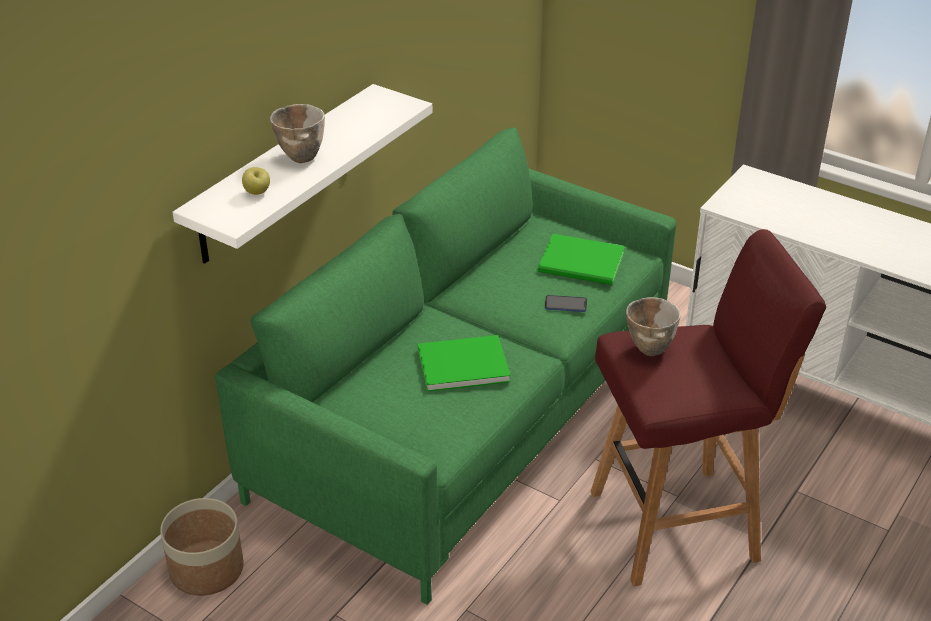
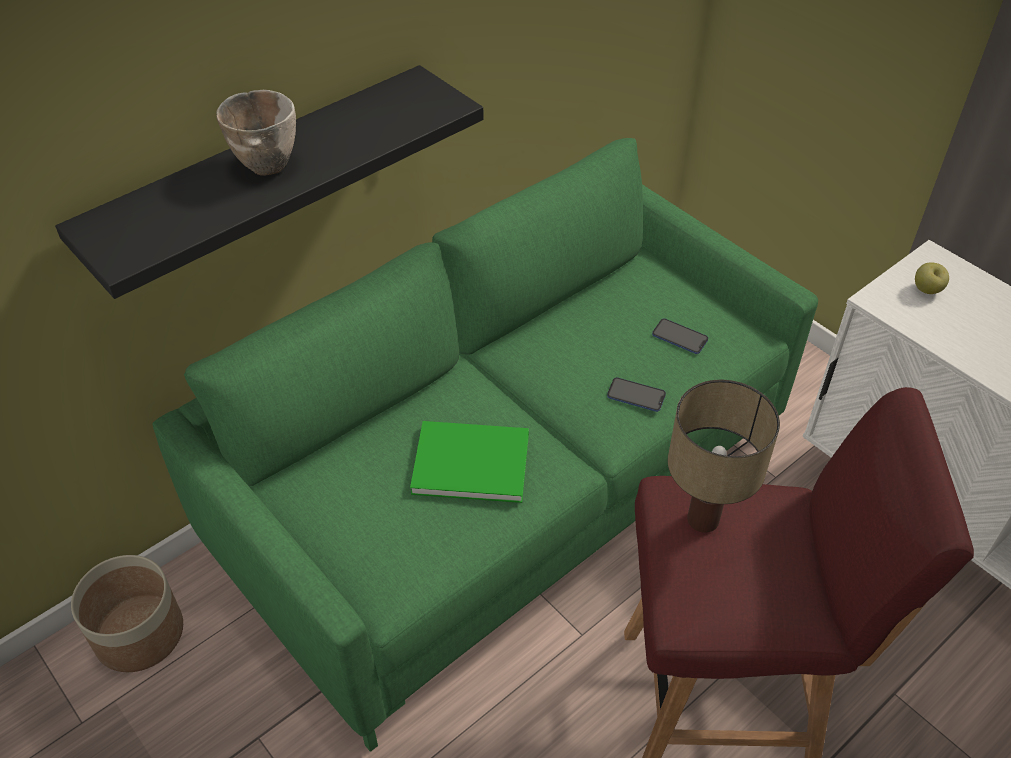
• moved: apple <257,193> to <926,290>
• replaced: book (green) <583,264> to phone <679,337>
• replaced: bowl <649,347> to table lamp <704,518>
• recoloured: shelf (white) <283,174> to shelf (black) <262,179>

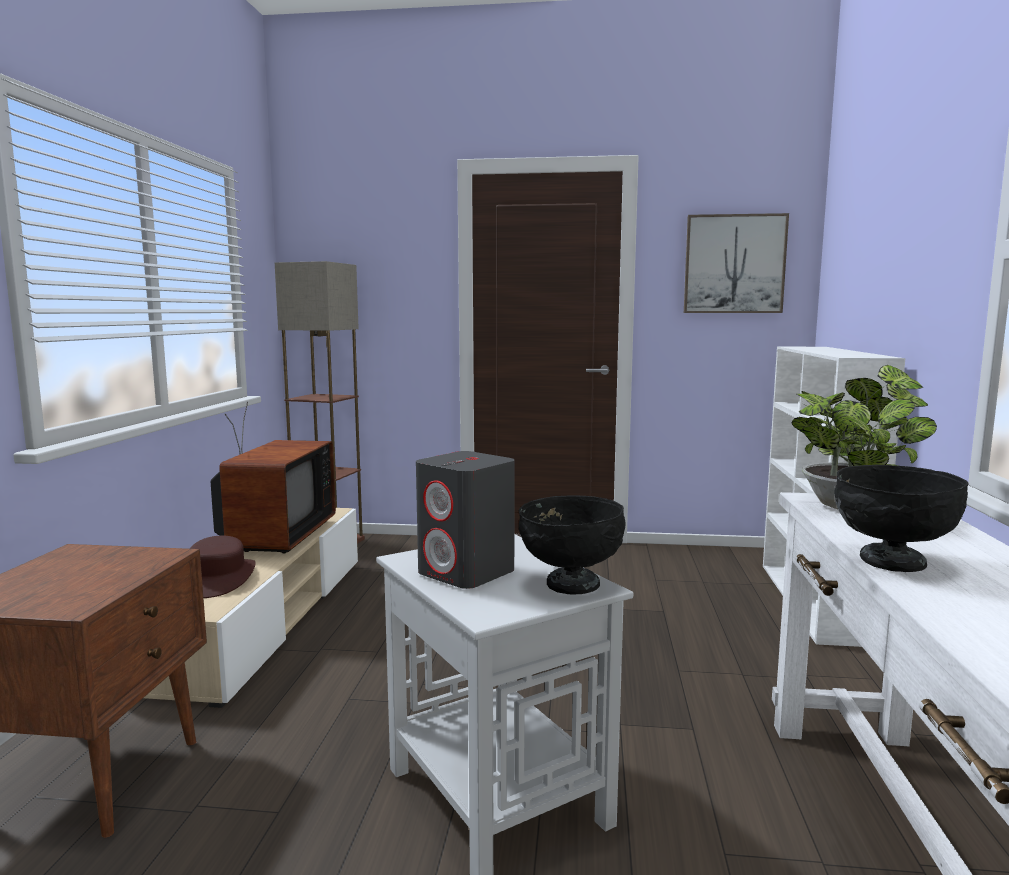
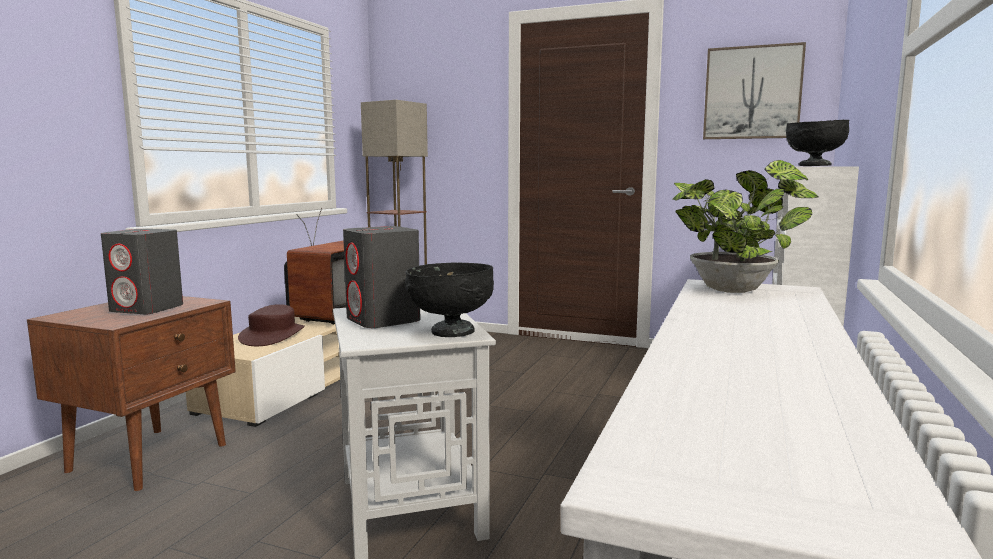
• added: speaker (grey) <147,309>
• moved: bowl (black) <890,562> to <813,166>

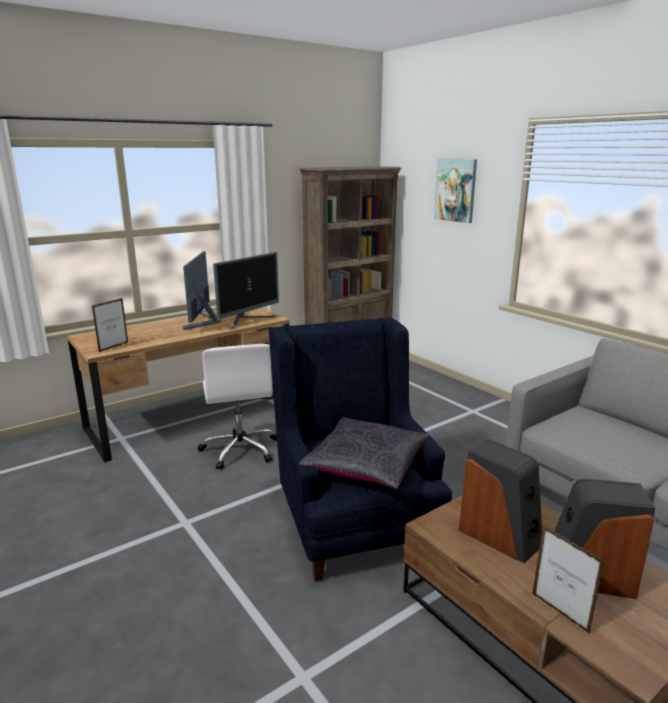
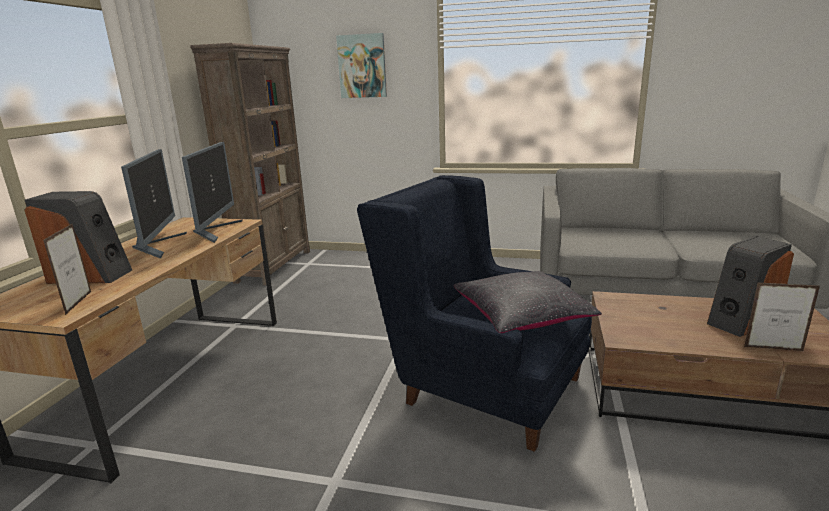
• removed: office chair (white) <240,449>
• moved: speaker <500,536> to <91,276>
• turned: monitor <203,322> = <158,245> 150 degrees counterclockwise

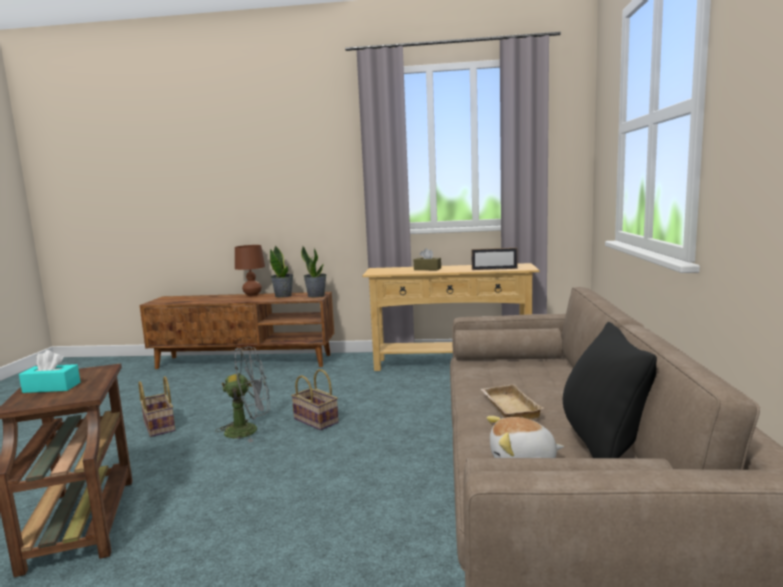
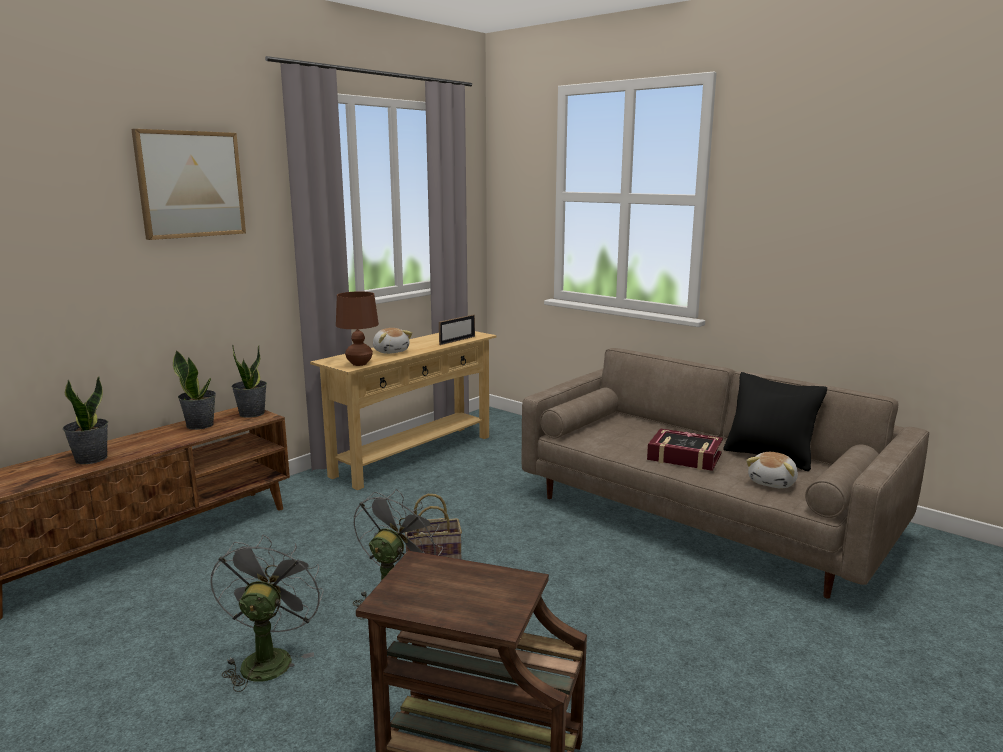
• removed: tissue box (turquoise) <52,387>
• added: potted plant <91,458>
• added: picture <190,184>
• moved: table lamp (brown) <252,295> to <359,364>
• replaced: basket <158,426> to fan (grey) <268,658>
• replaced: tissue box (brown) <427,269> to plush toy <391,351>
• replaced: tray (beige) <508,407> to book <684,457>

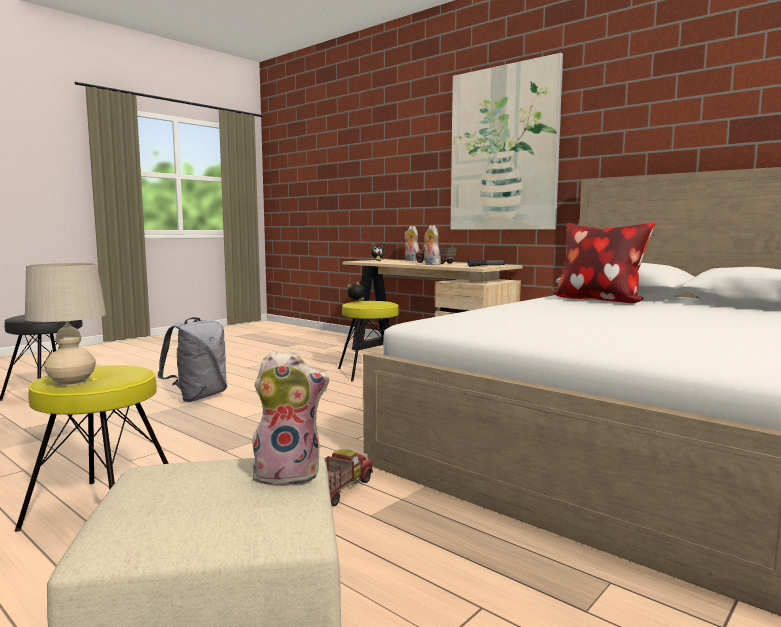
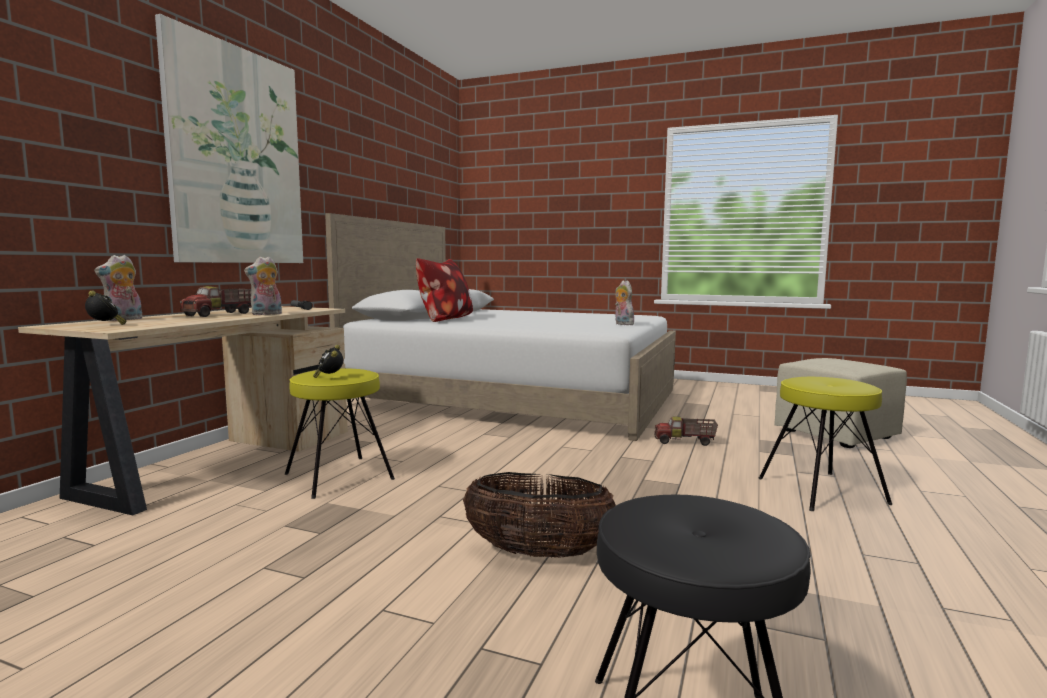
• removed: table lamp (beige) <71,382>
• moved: plush toy <289,474> to <622,324>
• replaced: backpack (grey) <198,397> to basket <538,553>

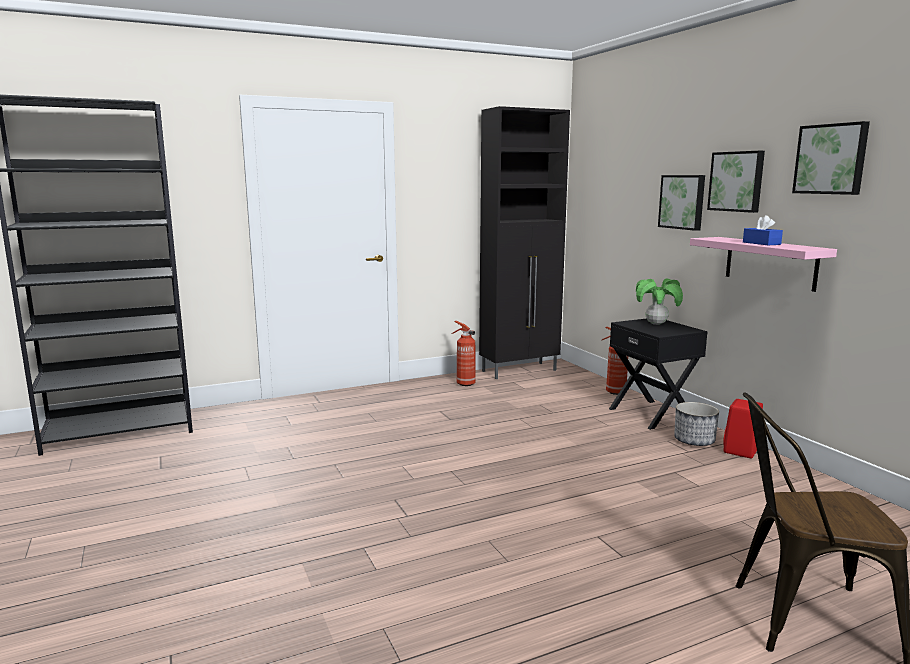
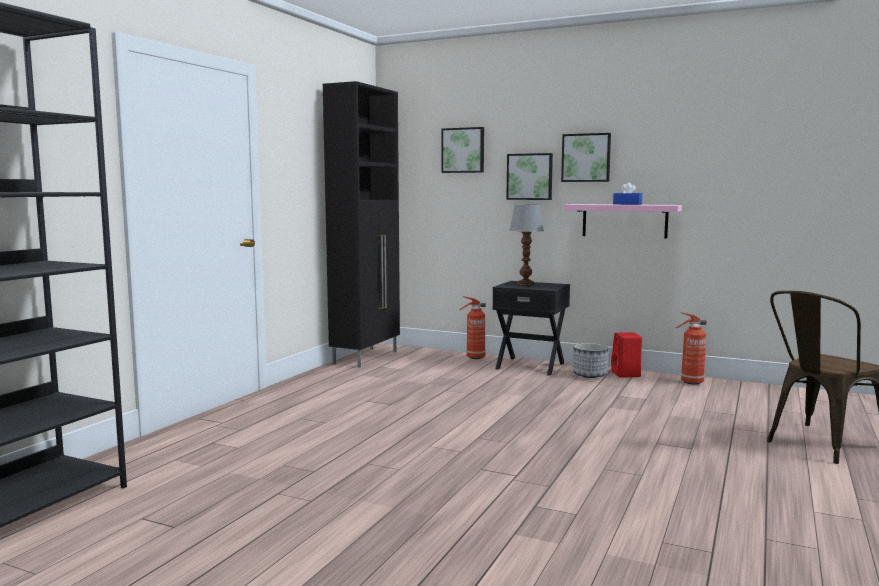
• moved: fire extinguisher <464,384> to <690,382>
• moved: picture <831,159> to <463,150>
• replaced: potted plant <656,323> to table lamp <525,284>

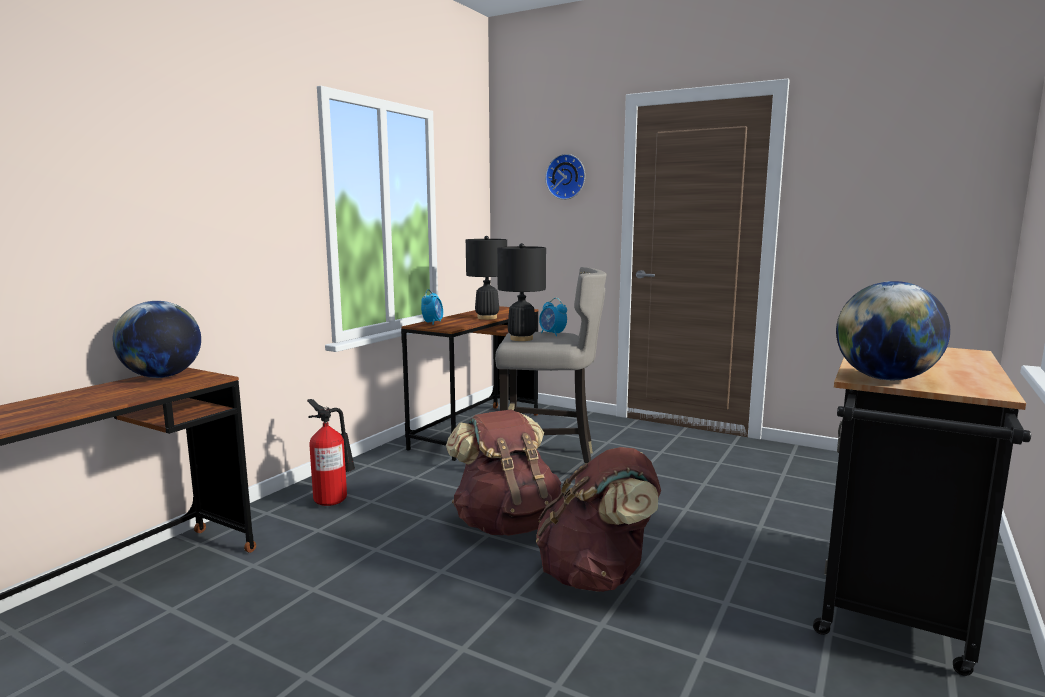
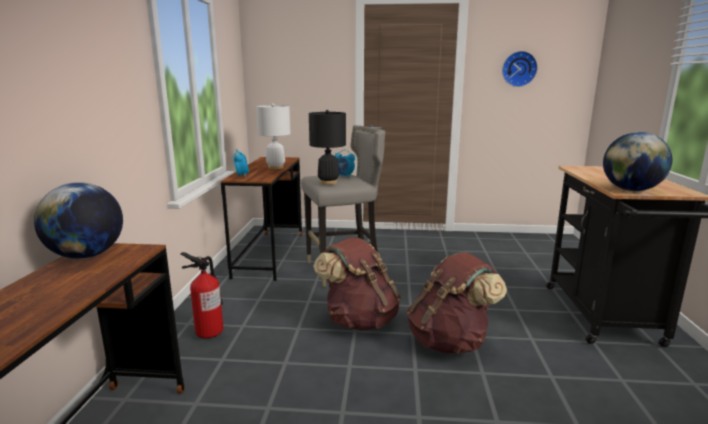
• moved: wall clock <566,177> to <519,69>
• recoloured: table lamp (black) <487,318> to table lamp (white) <275,167>

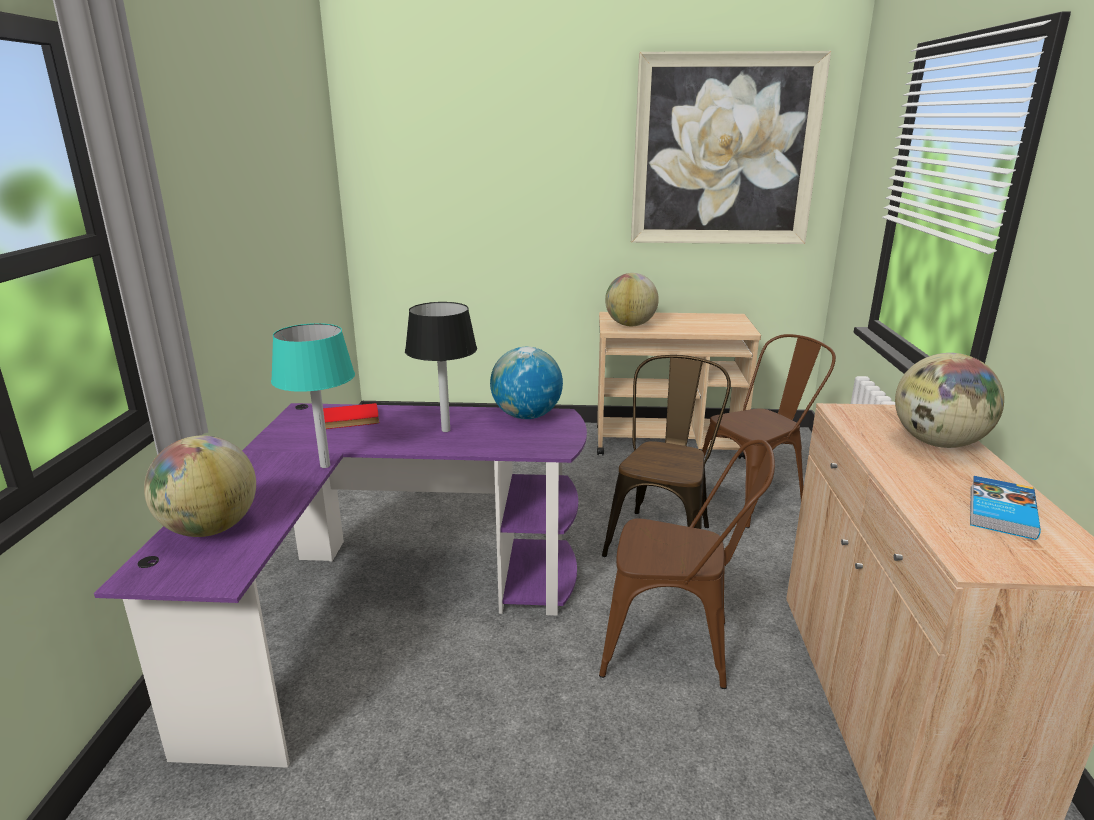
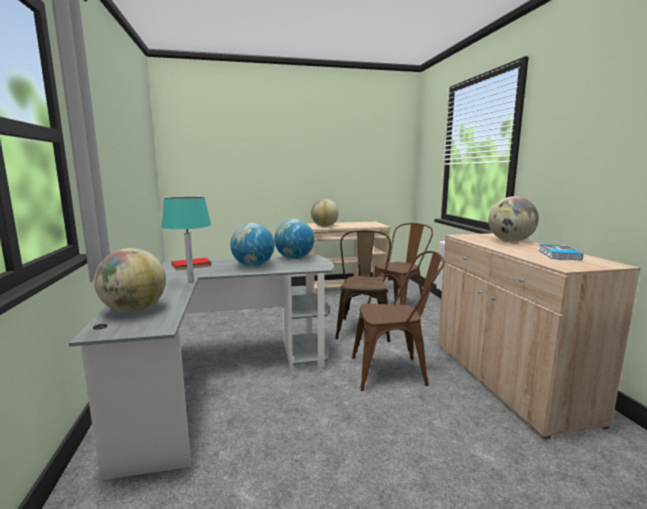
• removed: picture <724,151>
• replaced: table lamp (black) <445,430> to globe <253,265>
• recoloured: desk (purple) <384,608> to desk (grey) <220,378>

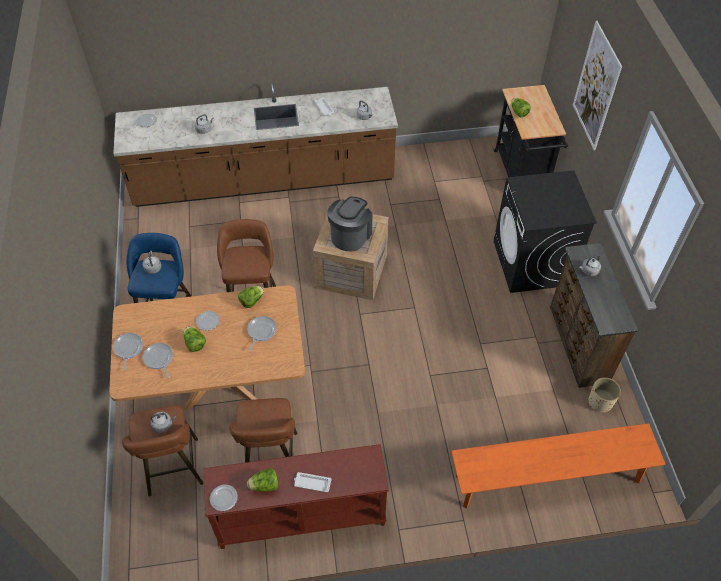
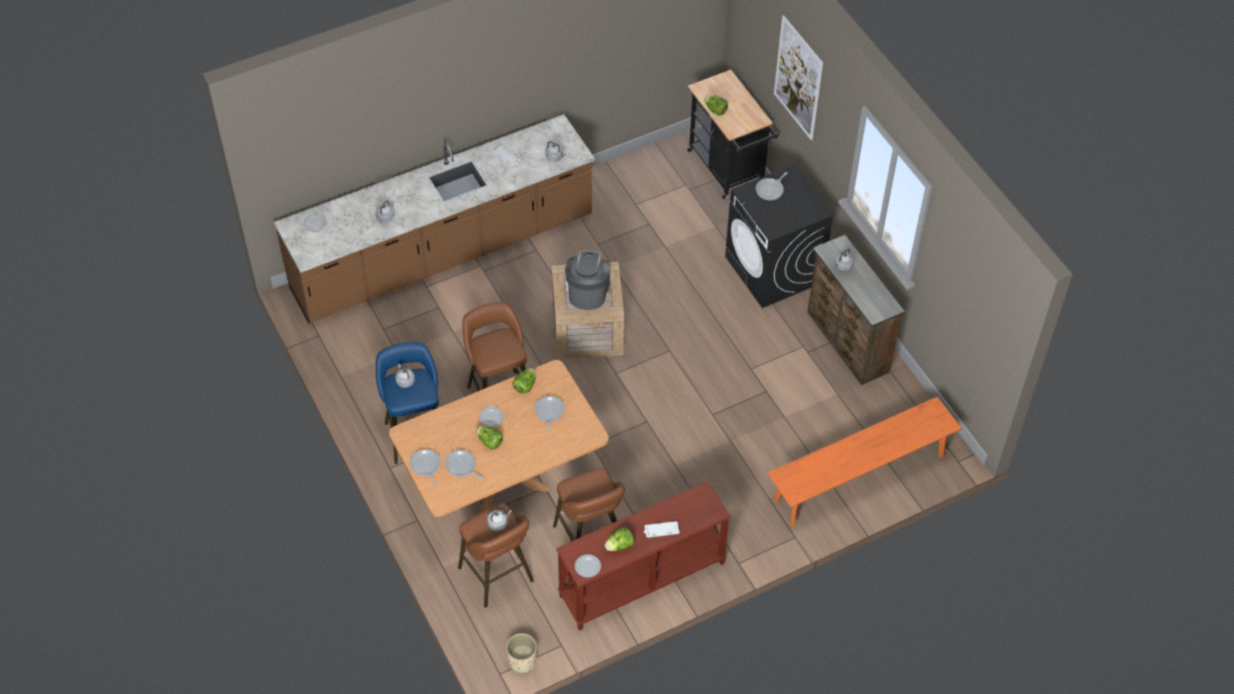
• added: frying pan <770,190>
• moved: planter (beige) <599,402> to <522,661>

